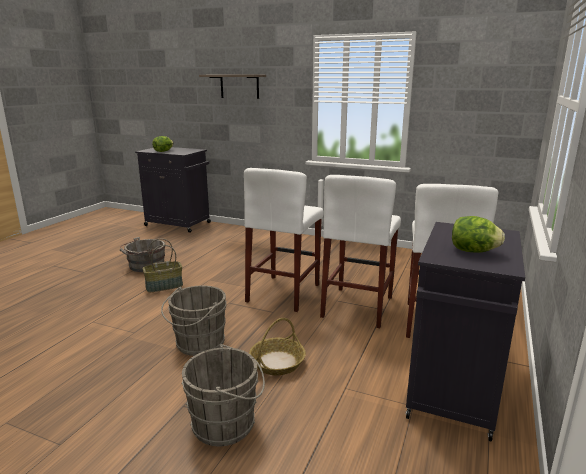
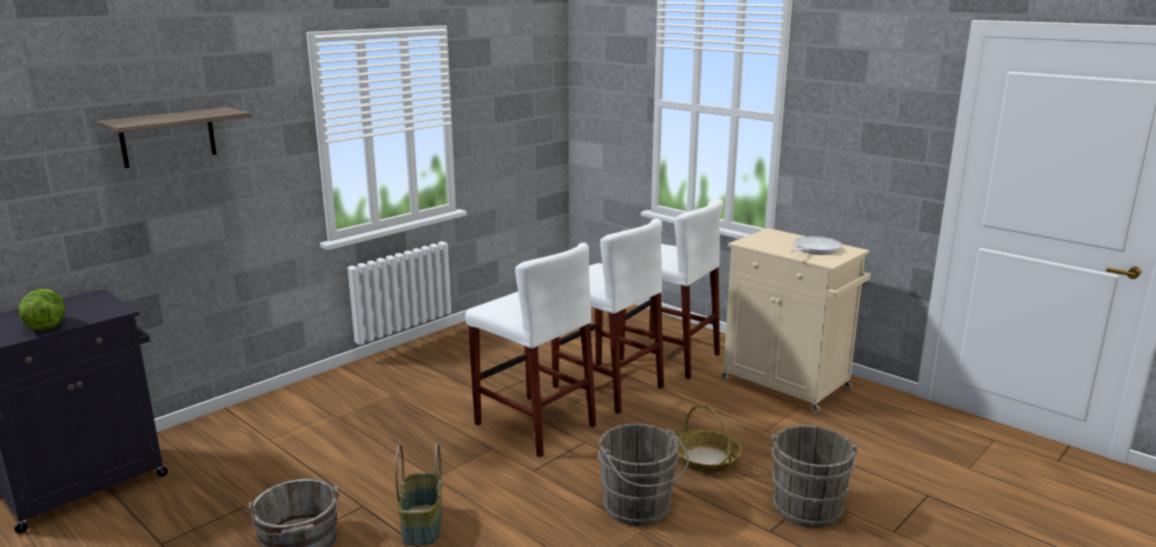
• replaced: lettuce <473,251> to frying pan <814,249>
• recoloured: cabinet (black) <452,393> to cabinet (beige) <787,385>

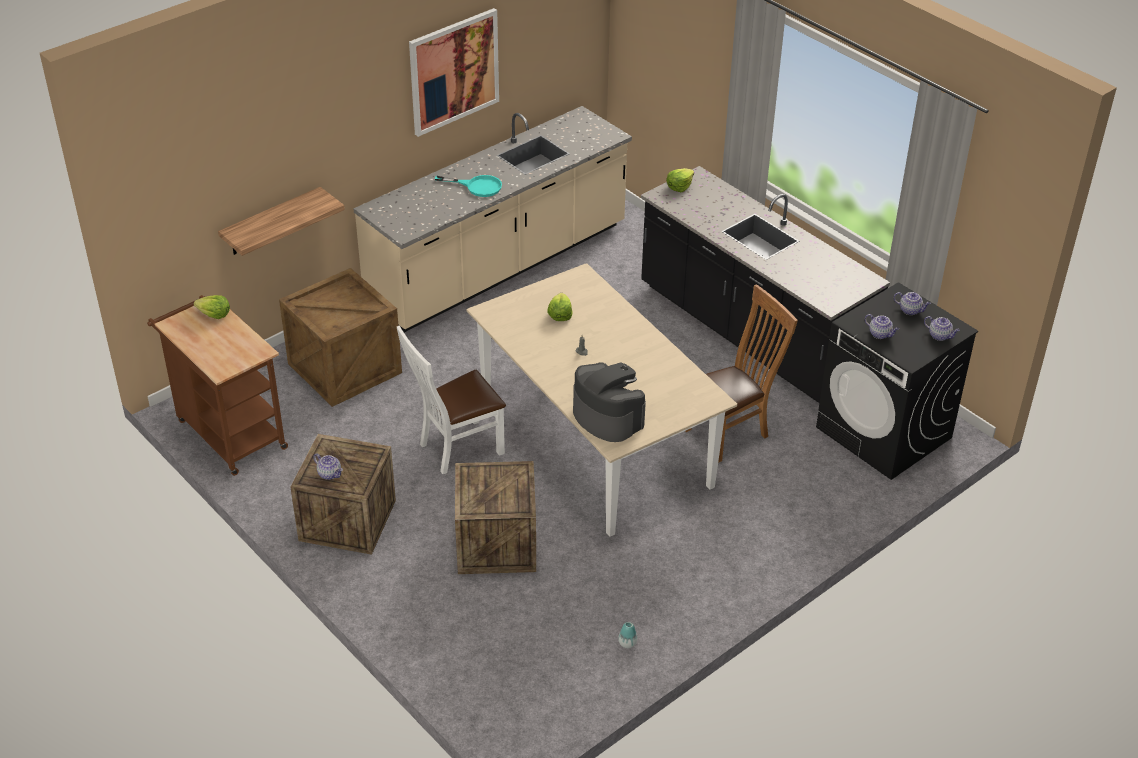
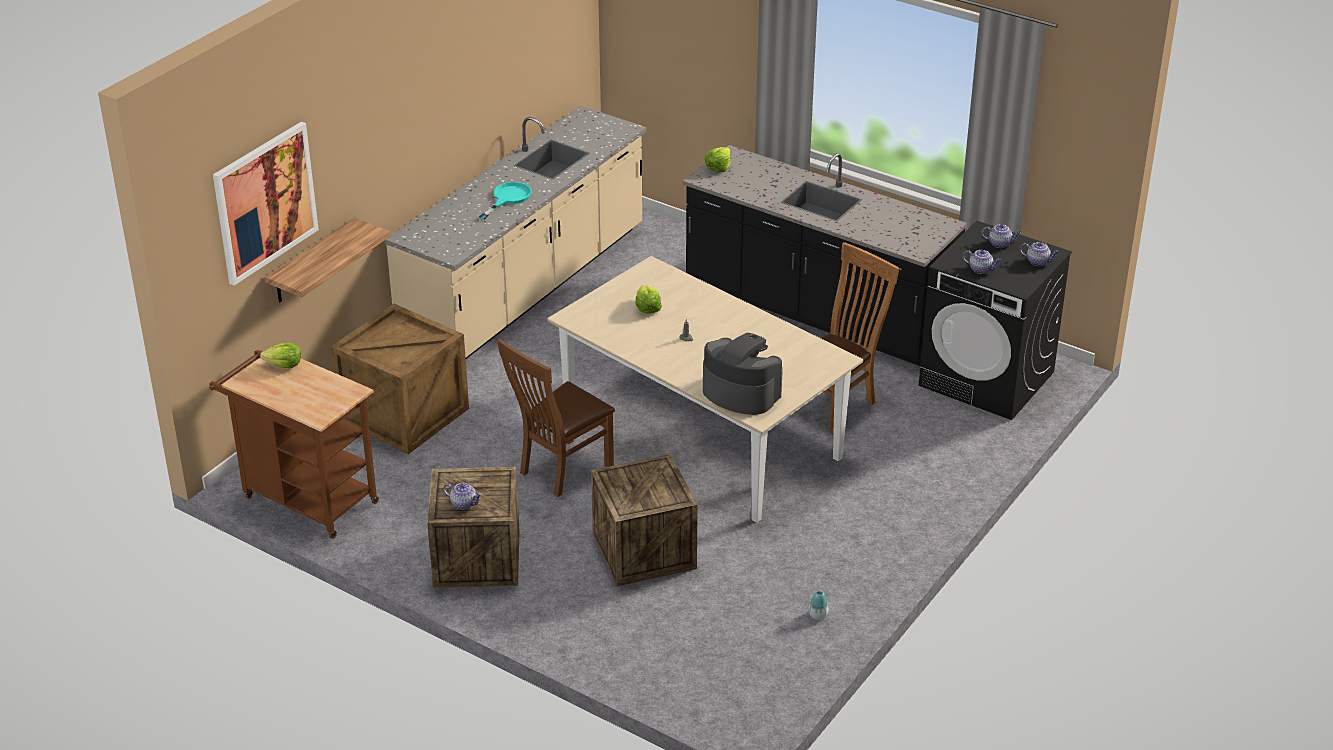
• moved: picture <454,71> to <265,202>
• recoloured: chair (white) <456,449> to chair (brown) <561,470>
• turned: frying pan (turquoise) <477,186> = <508,198> 60 degrees counterclockwise

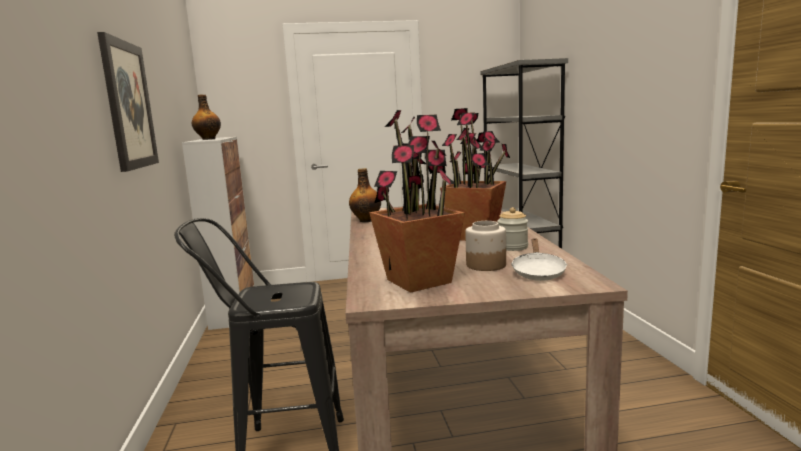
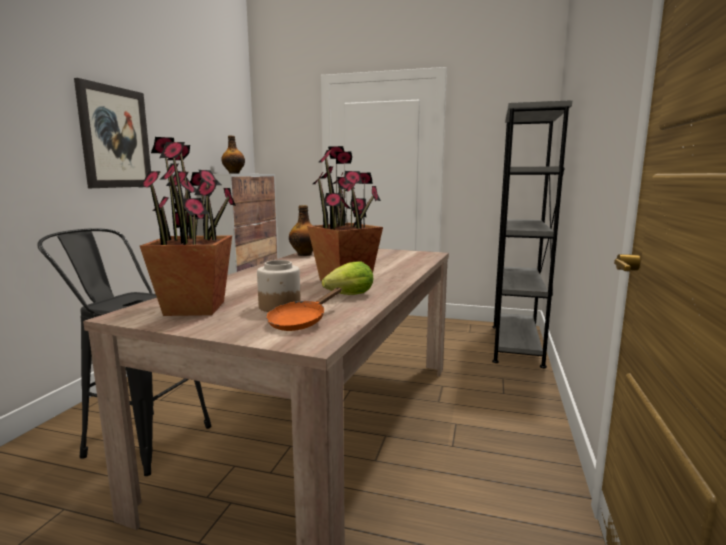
• replaced: jar <512,247> to lettuce <347,296>
• recoloured: frying pan (white) <538,272> to frying pan (orange) <301,322>

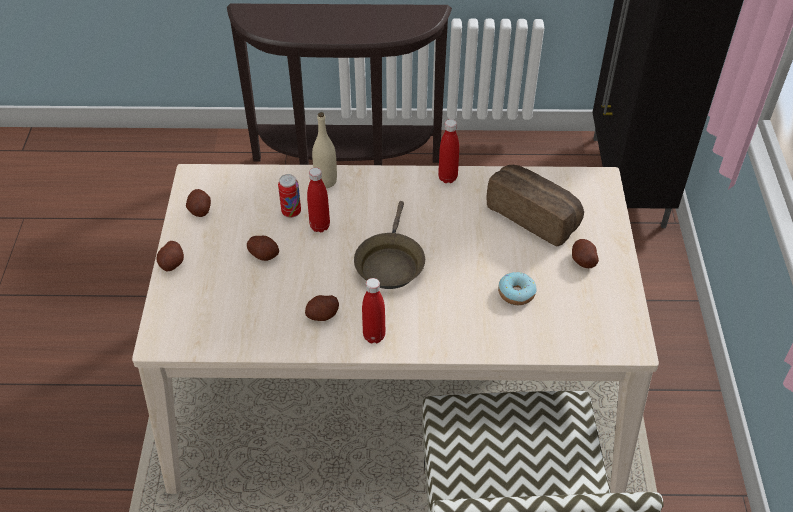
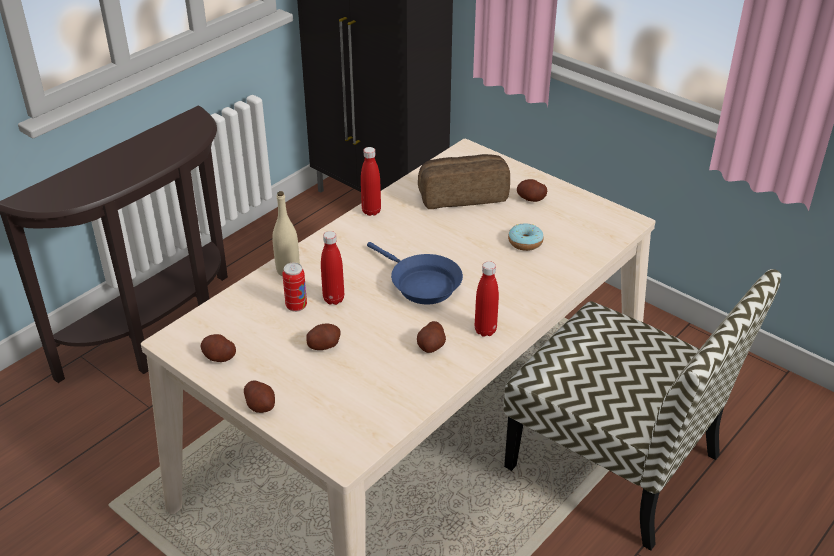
• recoloured: frying pan (brown) <389,263> to frying pan (blue) <421,284>

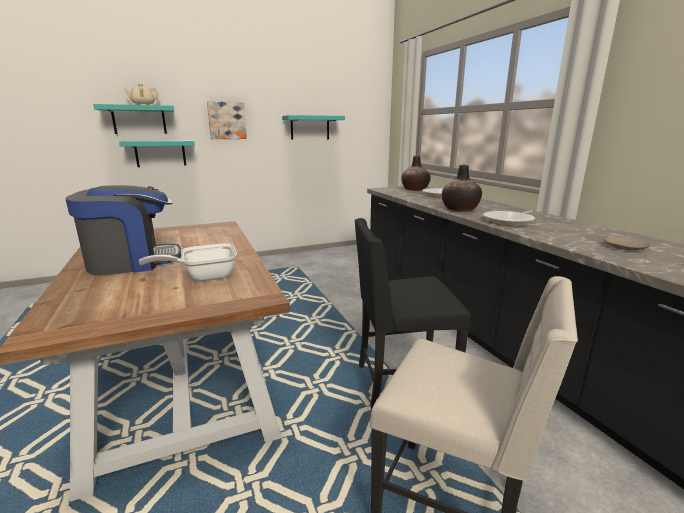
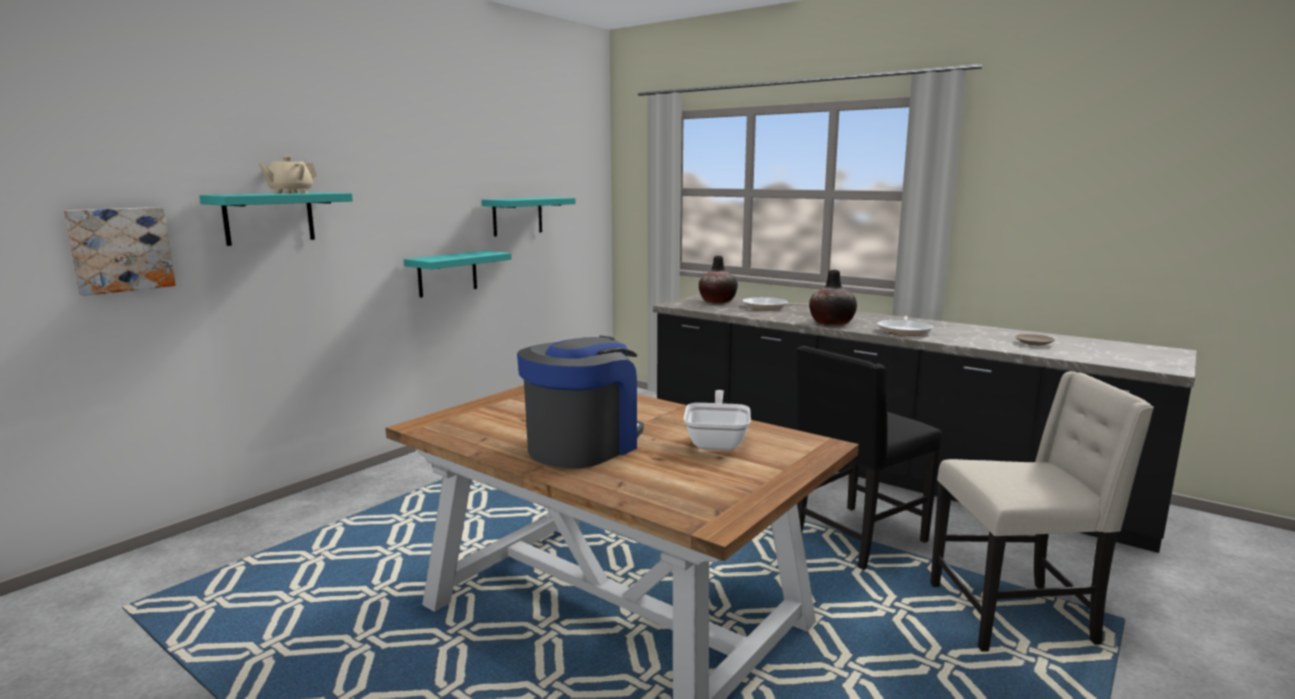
• moved: shelf (turquoise) <160,153> to <447,273>
• moved: picture <227,120> to <120,249>
• turned: frying pan <204,277> = <717,441> 150 degrees clockwise

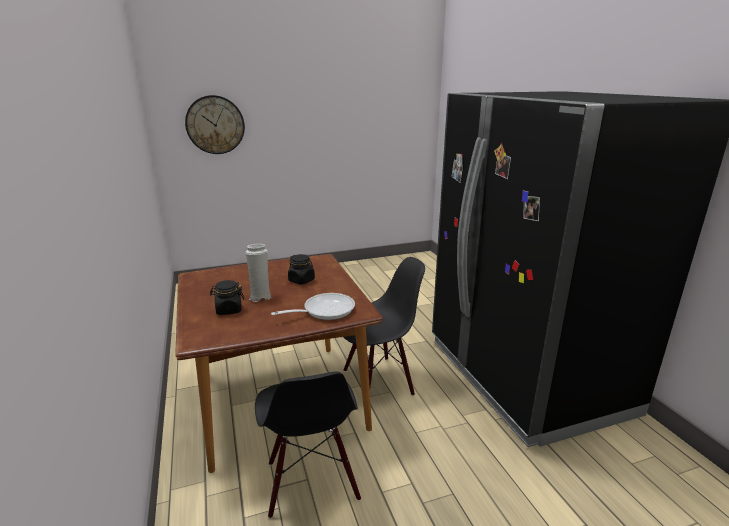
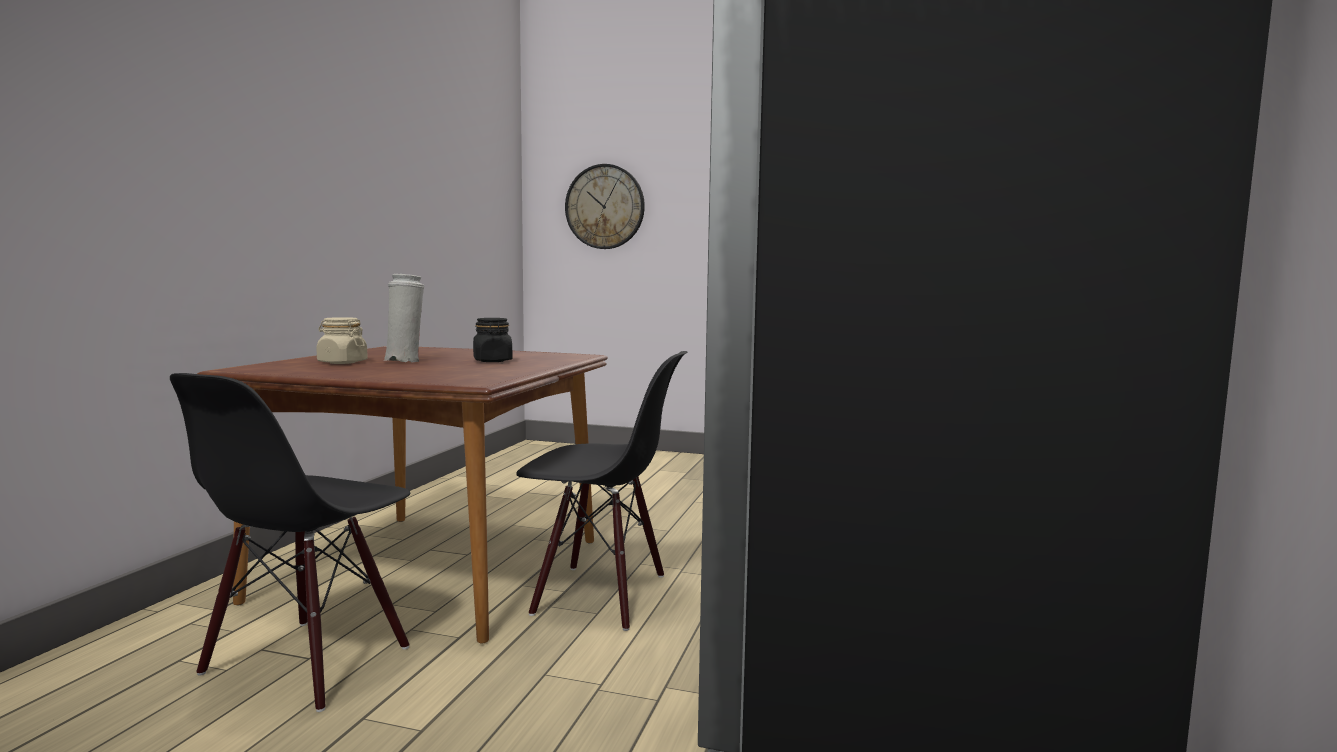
• removed: frying pan <324,310>
• recoloured: jar (black) <229,310> to jar (beige) <342,362>

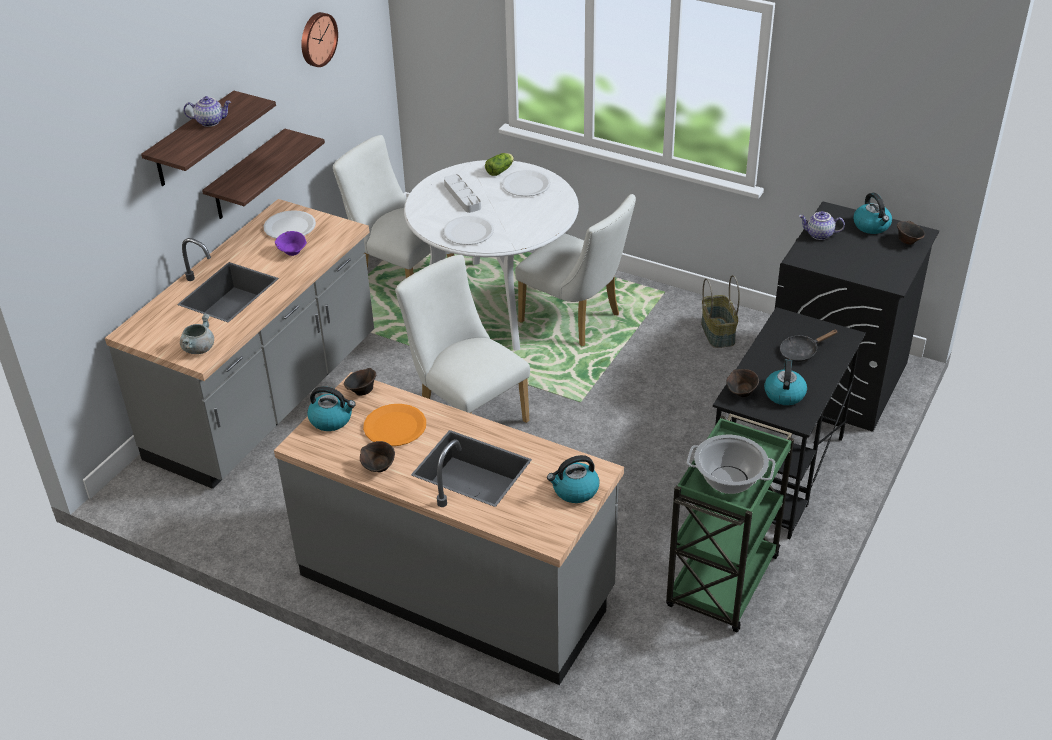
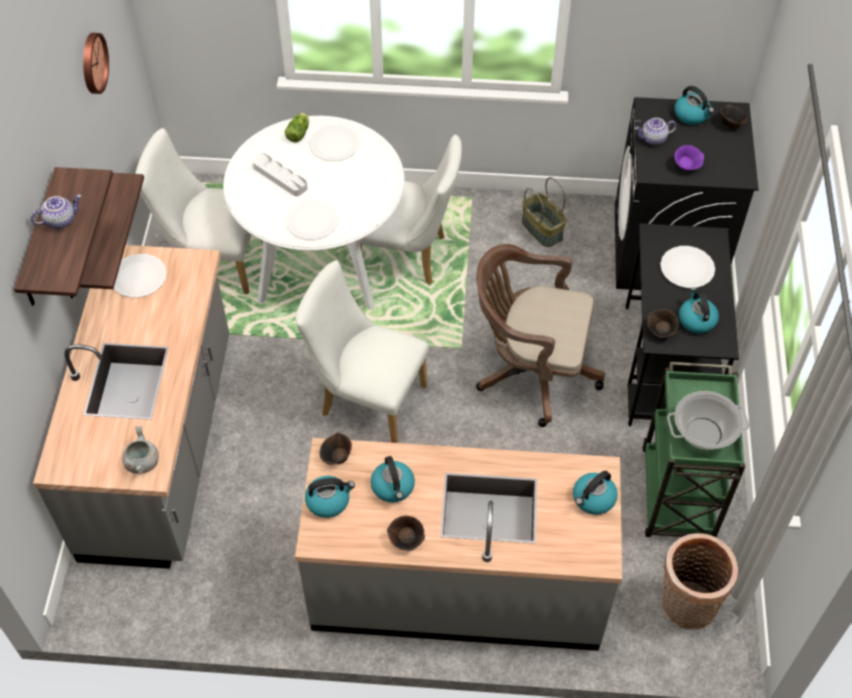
• added: office chair (brown) <531,371>
• added: basket <685,607>
• moved: bowl (purple) <293,253> to <687,166>
• replaced: plate (orange) <395,426> to kettle <393,487>
• replaced: frying pan (black) <801,352> to plate (white) <687,268>

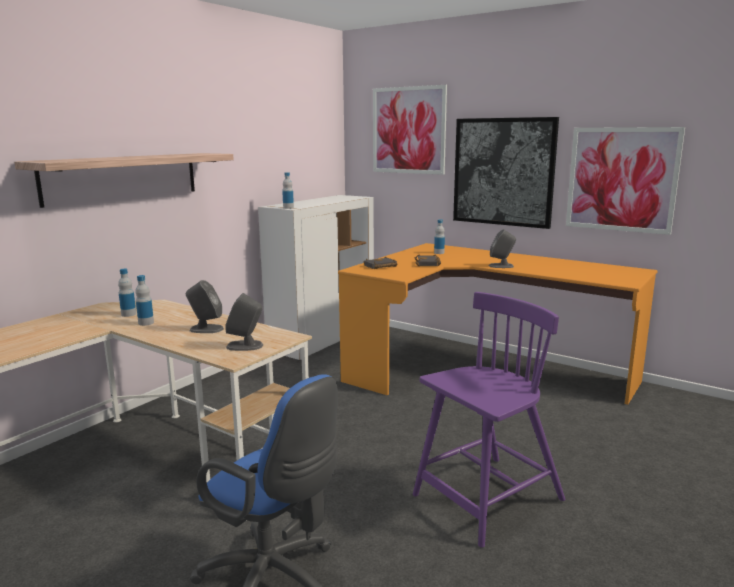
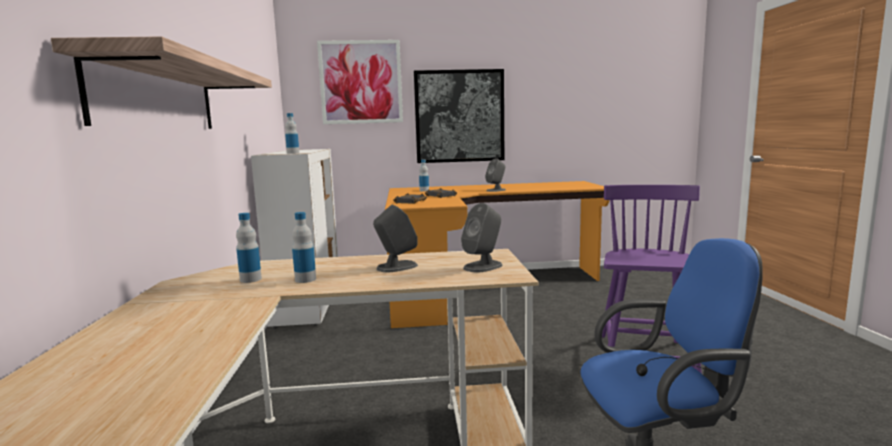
• removed: picture <621,179>

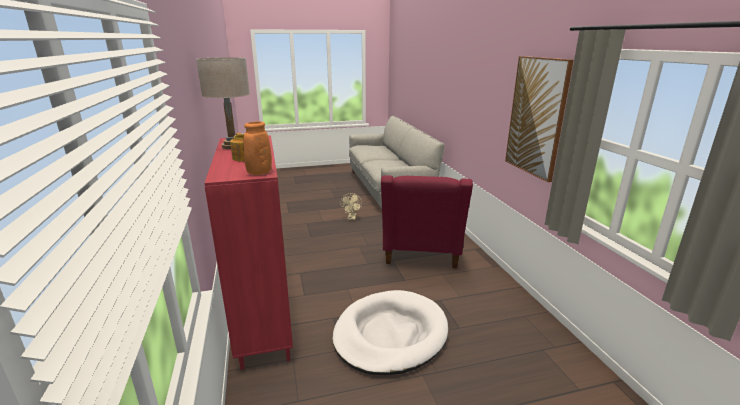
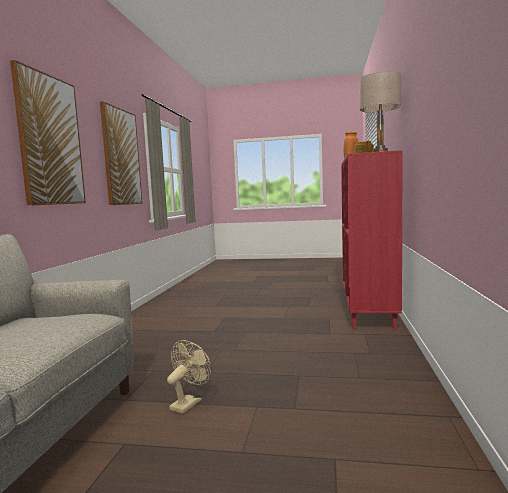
• removed: dog bed (white) <390,335>
• removed: armchair (red) <421,255>
• added: picture <50,140>

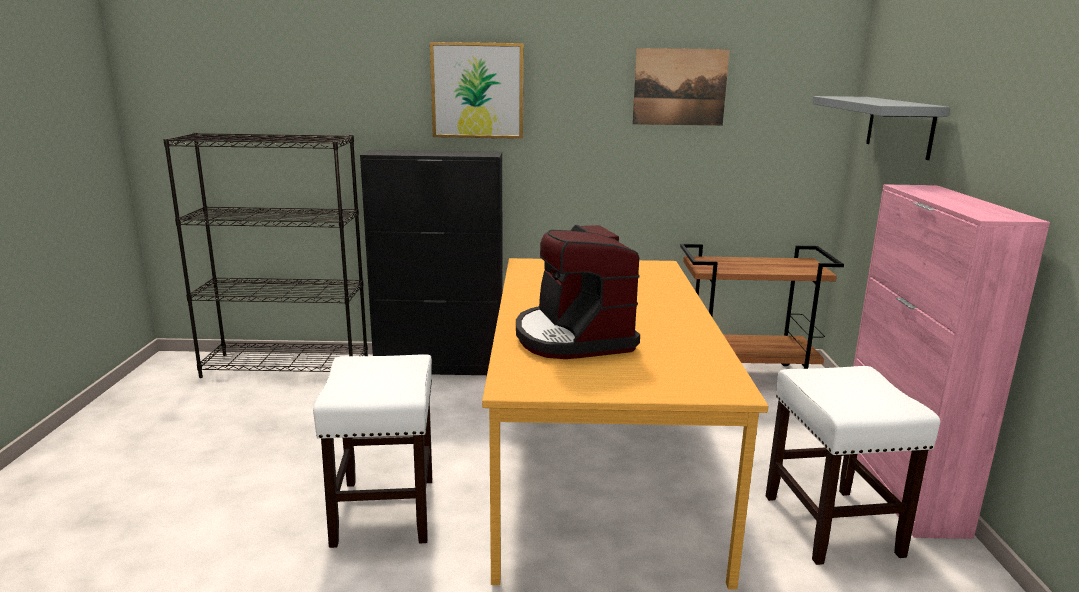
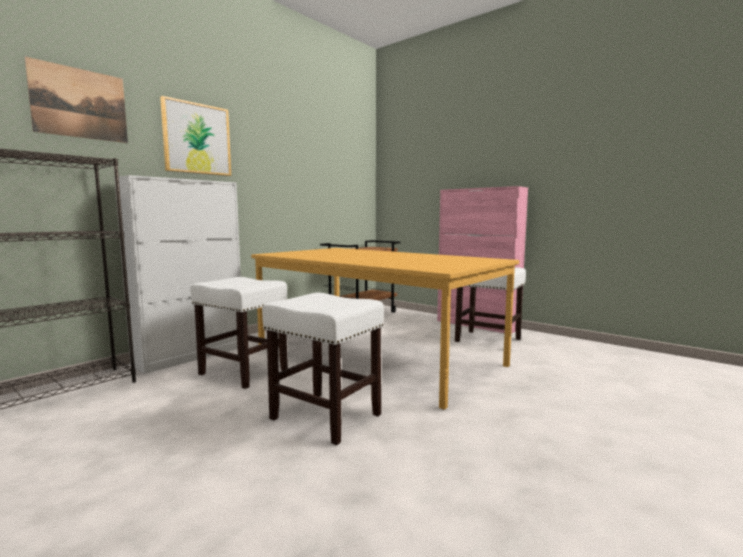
• removed: coffee machine <573,337>
• removed: shelf (grey) <899,126>
• added: stool (white) <242,372>
• moved: picture <680,87> to <80,103>
• recoloured: cabinet (black) <440,366> to cabinet (white) <191,355>

